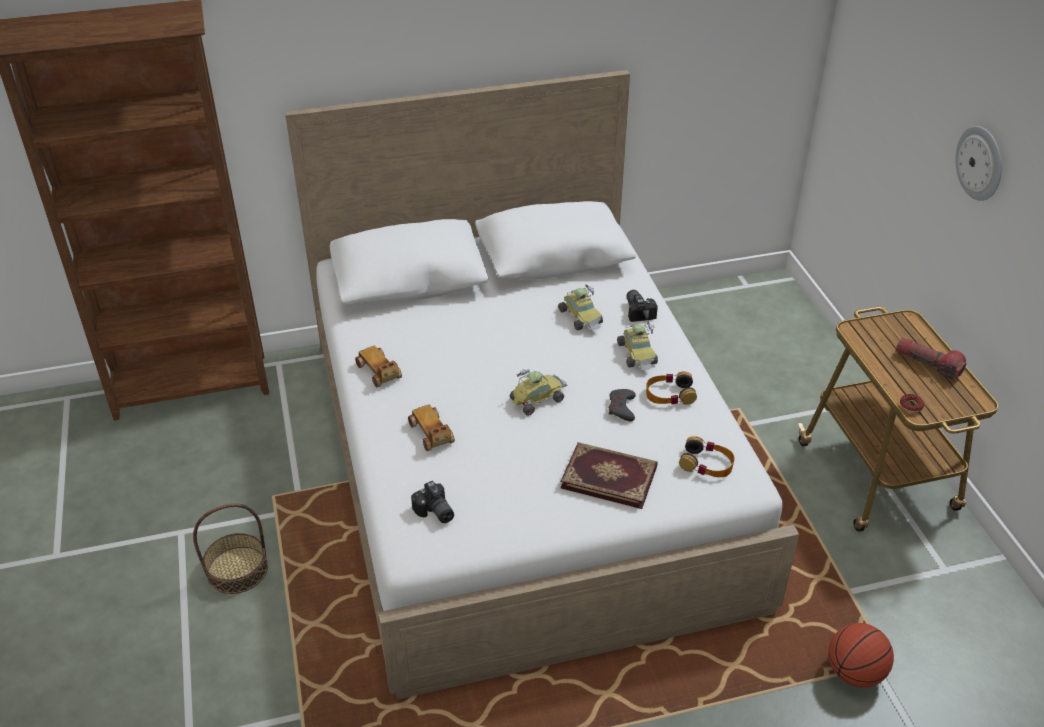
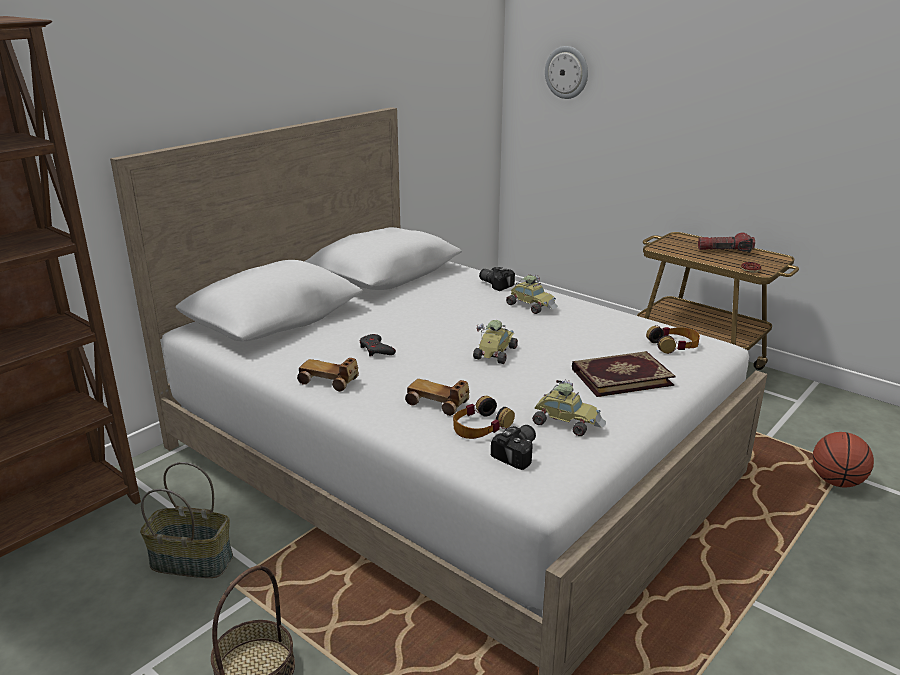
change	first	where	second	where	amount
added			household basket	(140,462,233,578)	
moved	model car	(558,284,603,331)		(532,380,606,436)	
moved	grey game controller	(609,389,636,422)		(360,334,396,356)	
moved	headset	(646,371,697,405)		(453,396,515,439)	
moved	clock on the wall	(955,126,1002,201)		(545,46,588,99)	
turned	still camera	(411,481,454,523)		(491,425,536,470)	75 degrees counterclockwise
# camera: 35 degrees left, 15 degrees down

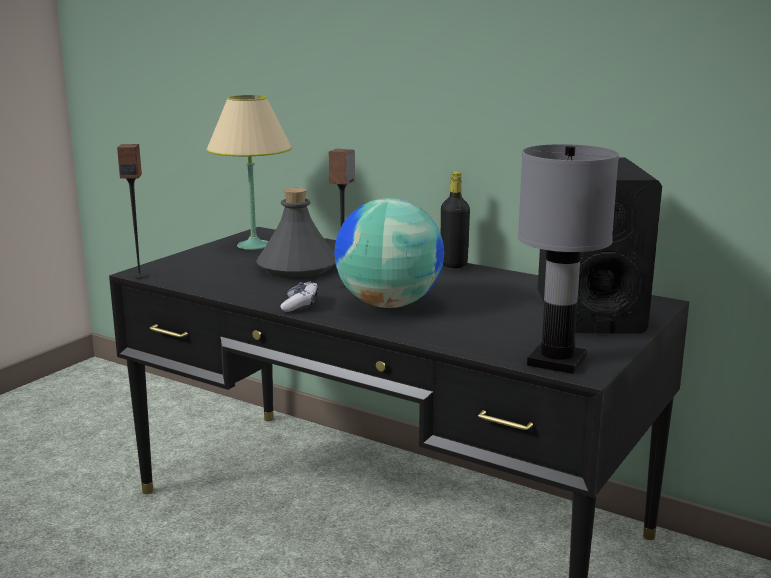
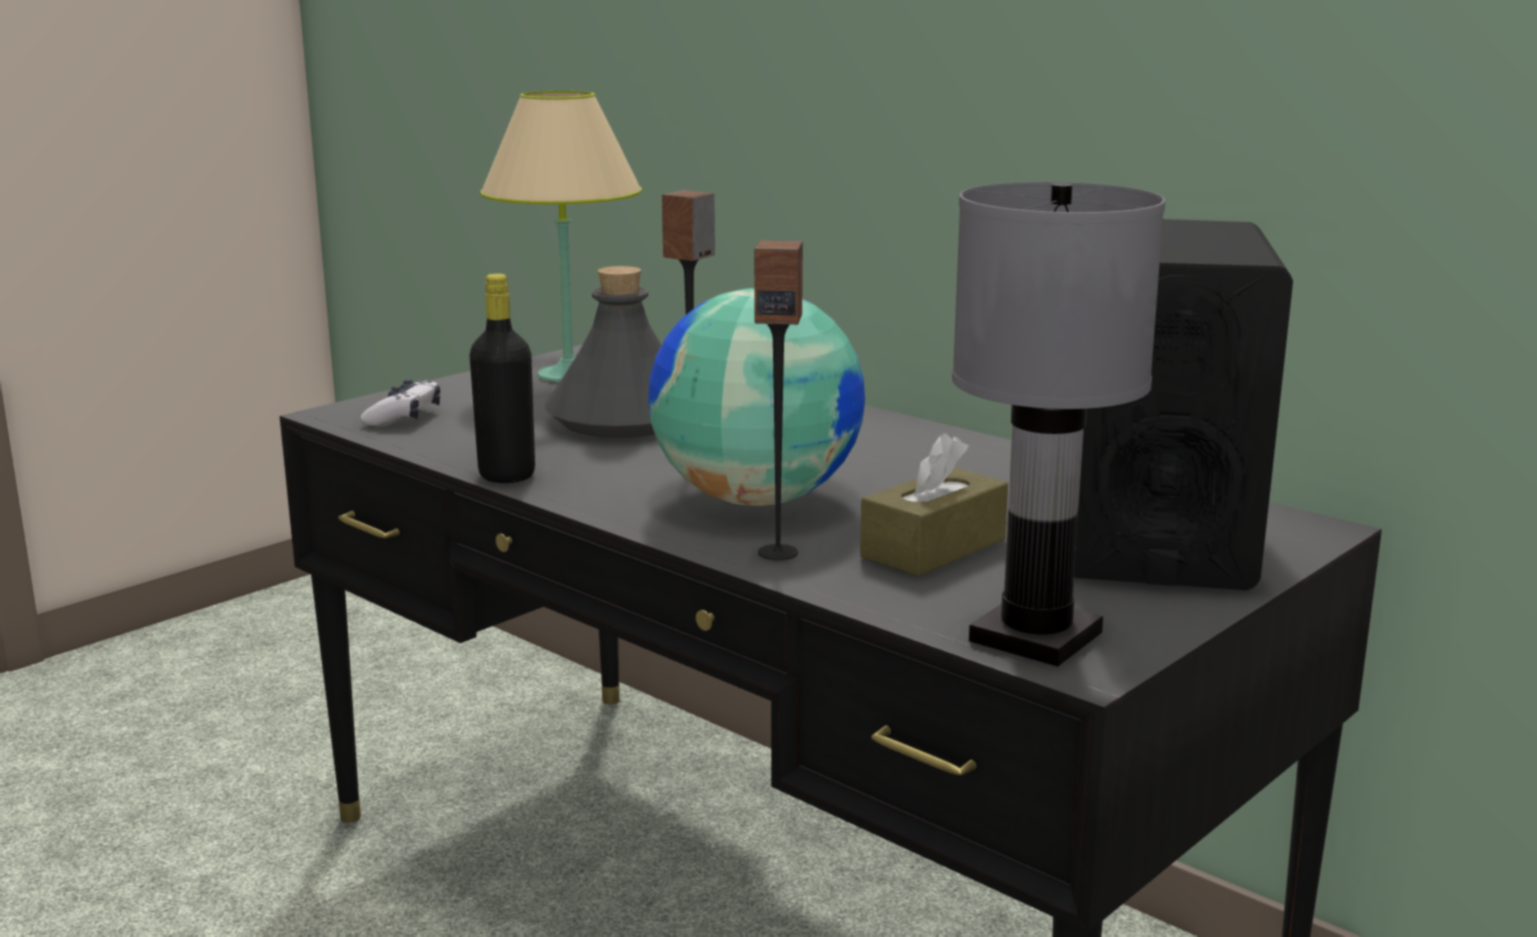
change	first	where	second	where	amount
added			brown-coloured box of tissues	(860,433,1008,576)	
moved	speaker	(117,144,148,278)		(754,240,803,560)	
moved	game controller	(280,281,318,312)		(361,379,440,426)	
moved	black bottle	(441,171,470,268)		(470,273,535,483)	
# camera: 10 degrees right, 0 degrees up

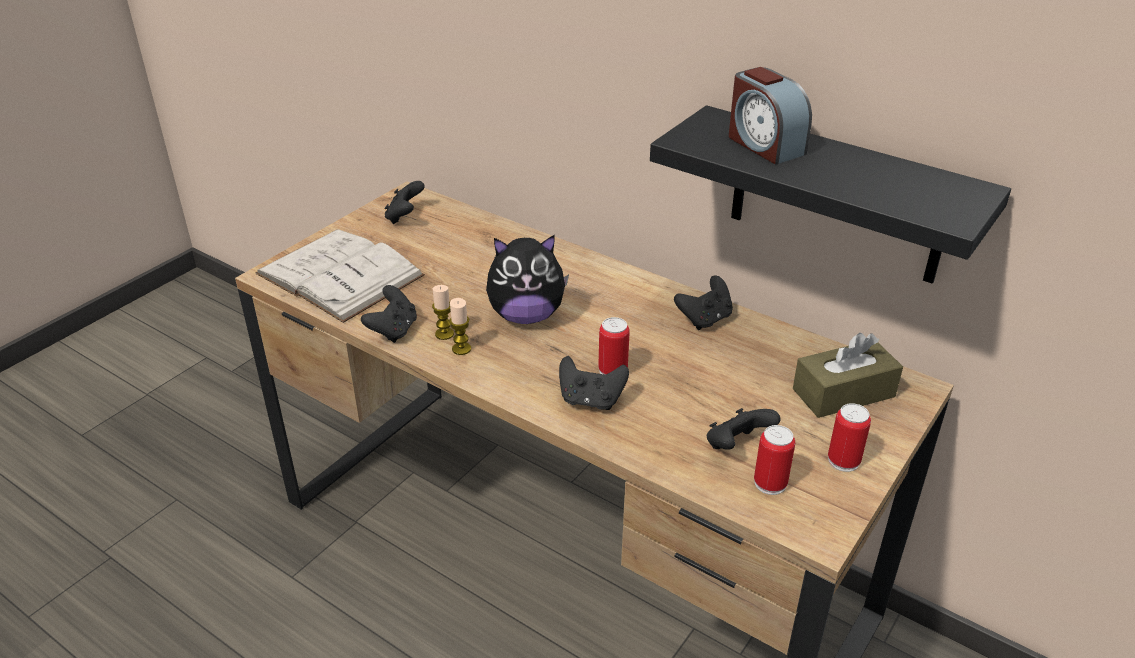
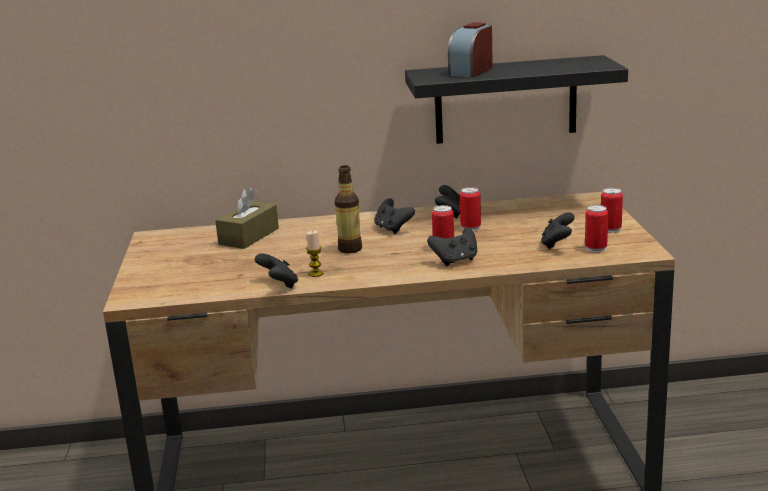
change	first	where	second	where	amount
removed	white book	(255,229,425,323)			
removed	wax light	(449,298,471,355)			
added			metal can	(460,187,481,231)	
moved	black game controller	(385,181,425,224)		(374,198,415,234)	
moved	brown-coloured box of tissues	(793,333,903,418)		(215,187,279,249)	
replaced	soft toy	(486,235,569,324)	bottle	(335,165,362,254)	
turned	bedside clock	(729,67,812,165)		(447,22,493,77)	105 degrees clockwise
# camera: 40 degrees left, 15 degrees down

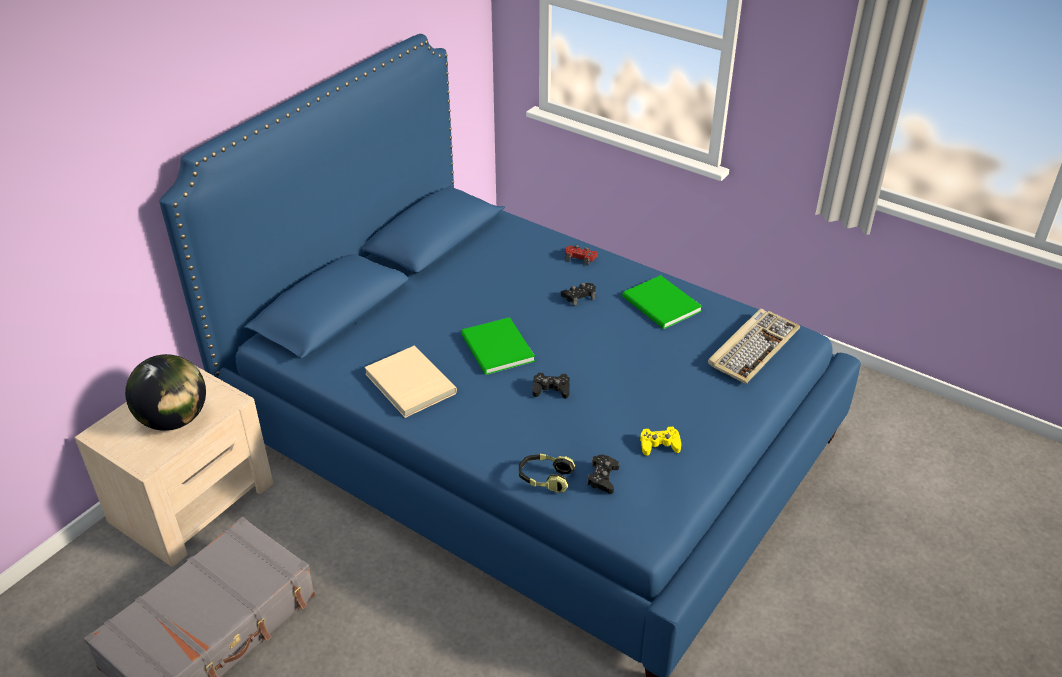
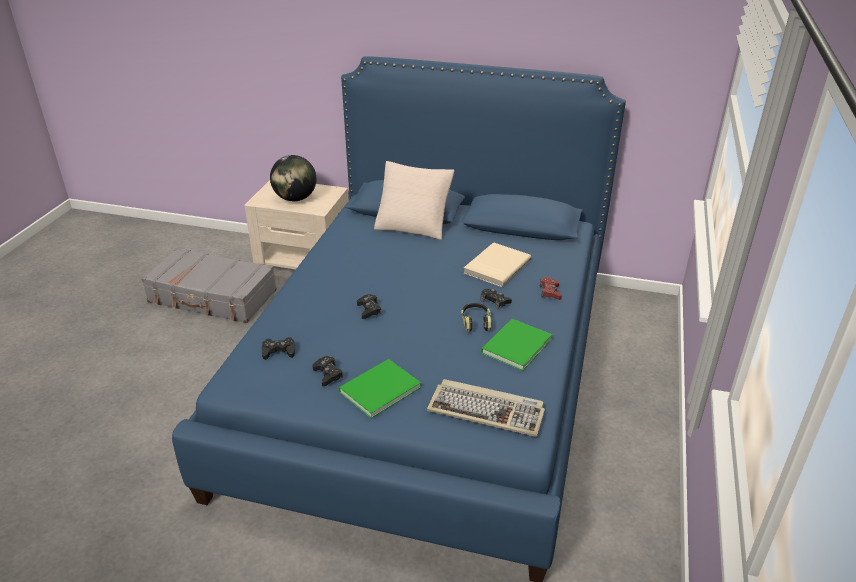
change	first	where	second	where	amount
added			beige throw pillow	(374,161,454,240)	
moved	beige book	(365,346,457,418)		(464,242,531,287)	
moved	green book	(461,317,535,375)		(338,359,421,418)	
moved	headset	(519,454,575,493)		(461,303,491,332)	
recoloured	yellow-coloured game controller	(640,426,681,456)	black game controller	(313,356,343,386)	
# camera: 70 degrees right, 5 degrees down

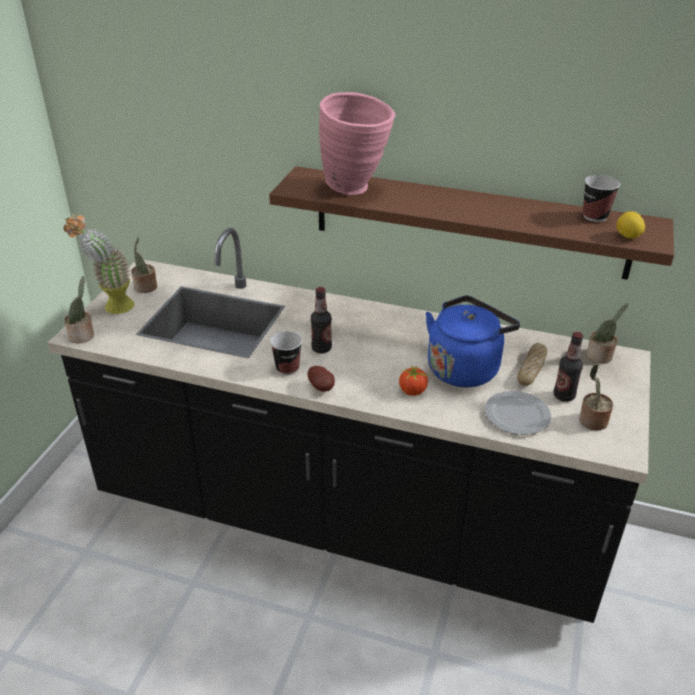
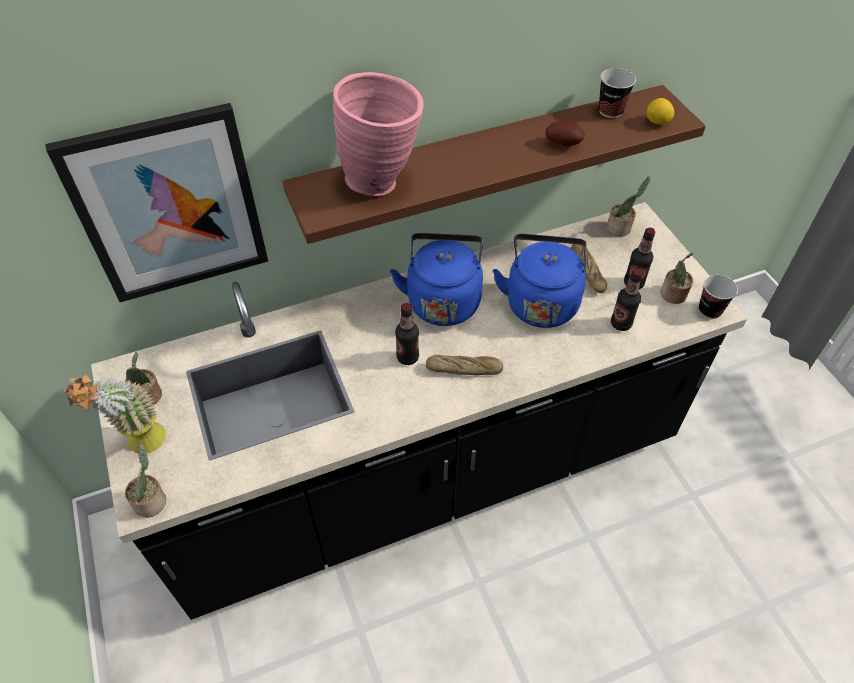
change	first	where	second	where	amount
removed	whole tomato	(399,366,429,396)			
added			wall picture	(45,103,268,302)	
added			blue-coloured water kettle	(390,233,483,326)	
added			bakery bread	(426,355,503,375)	
moved	cup	(270,331,302,375)		(699,275,738,319)	
moved	whole potato	(307,366,335,392)		(545,121,585,146)	
replaced	dinner plate	(485,391,551,435)	bottle	(611,269,643,331)	
# camera: 40 degrees left, 15 degrees up

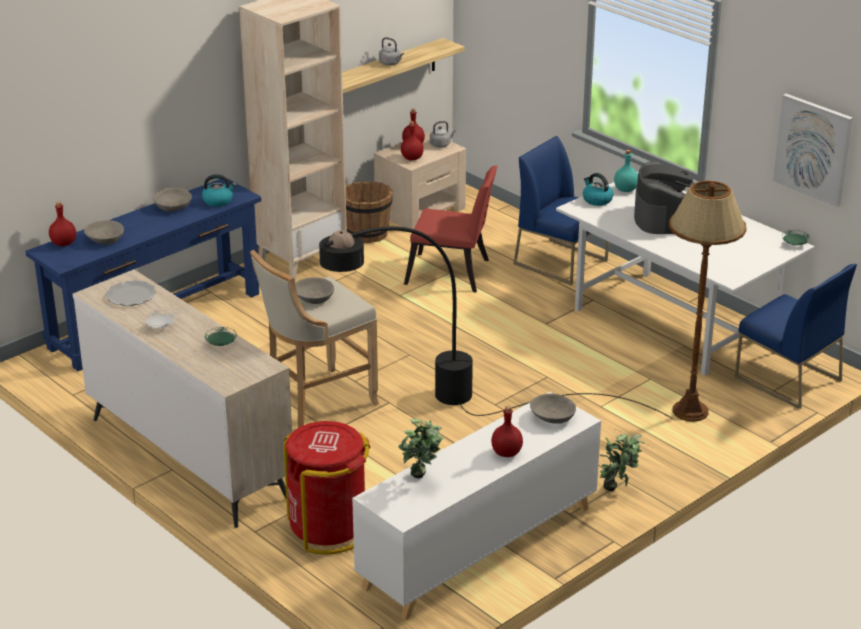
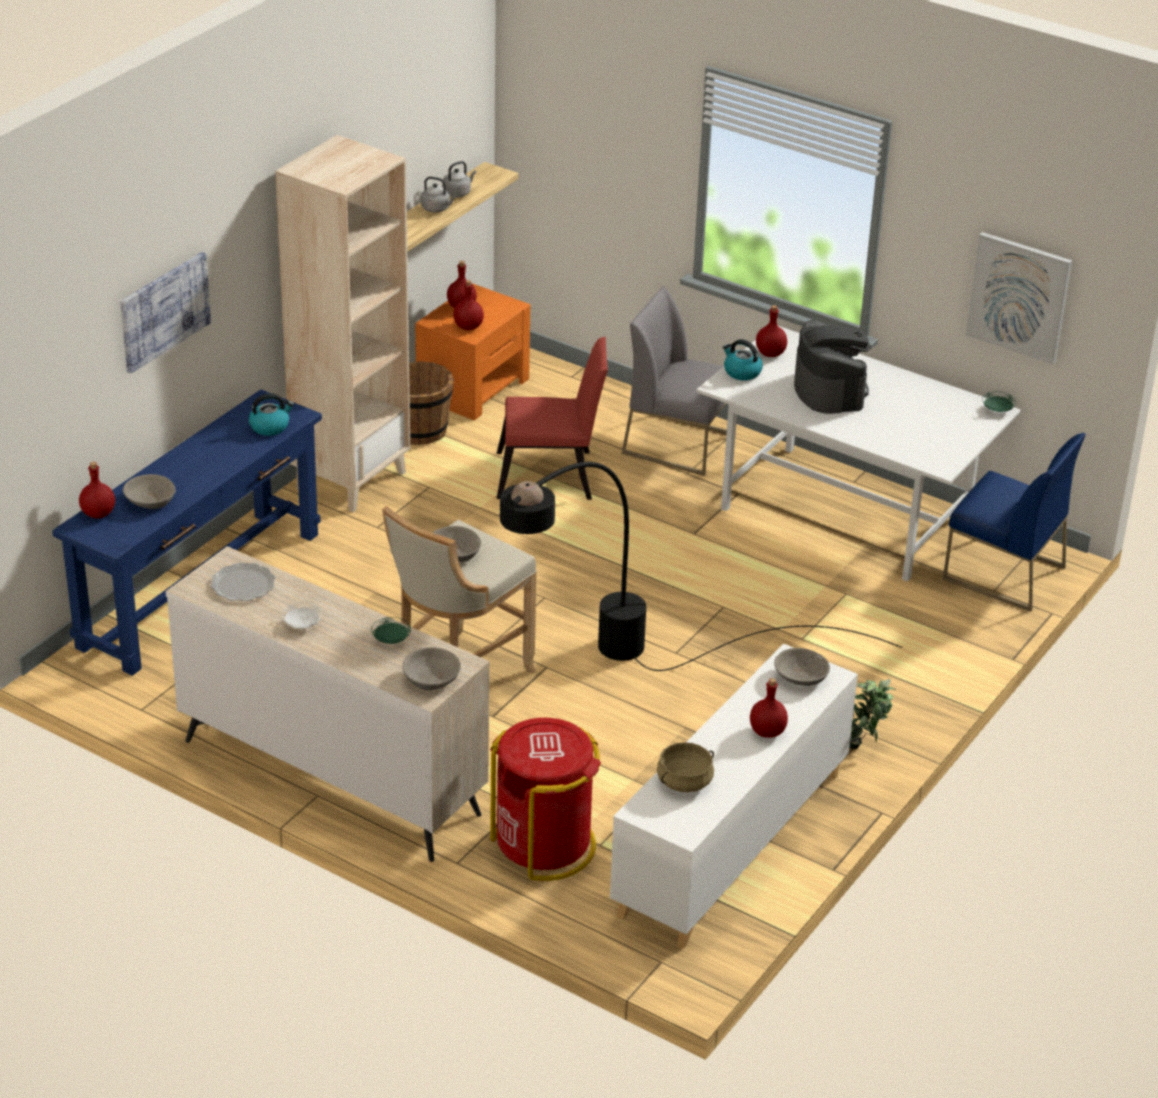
change	first	where	second	where	amount
removed	brown-coloured floor lamp	(669,181,746,422)			
added			wall picture	(120,252,211,373)	
moved	grey bowl	(153,188,192,212)		(403,647,461,690)	
moved	grey water kettle	(430,121,456,147)		(442,161,476,197)	
replaced	potted plant	(398,419,444,479)	beige cooking pot	(657,742,714,792)	
recoloured	beige bedside table	(374,132,466,229)	orange-coloured bedside table	(415,284,530,420)	
recoloured	blue-coloured upright chair	(513,136,609,285)	grey upright chair	(622,286,727,476)	
recoloured	blue-green bottle	(614,150,638,192)	red-coloured bottle	(756,305,787,357)	
# camera: 15 degrees left, 5 degrees up

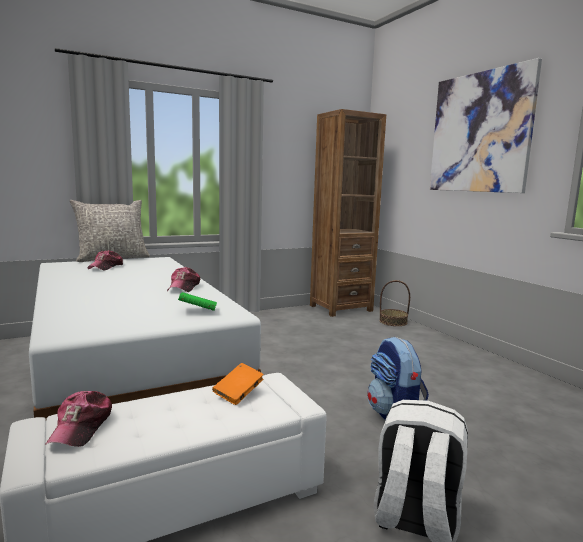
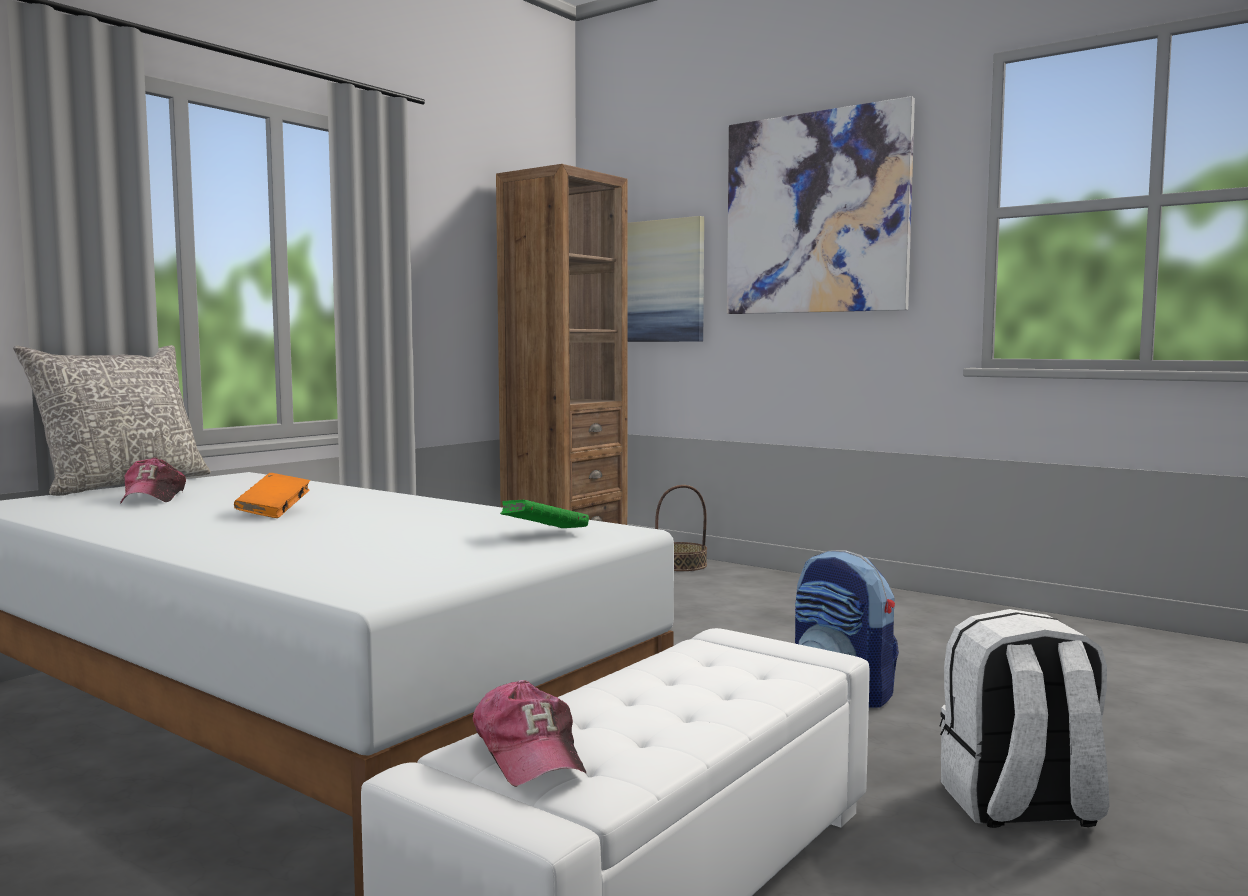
change	first	where	second	where	amount
removed	peaked cap	(167,267,200,292)			
added			wall picture	(627,216,704,342)	
moved	orange-coloured book	(212,363,264,405)		(234,473,310,518)	
# camera: 25 degrees left, 5 degrees down

